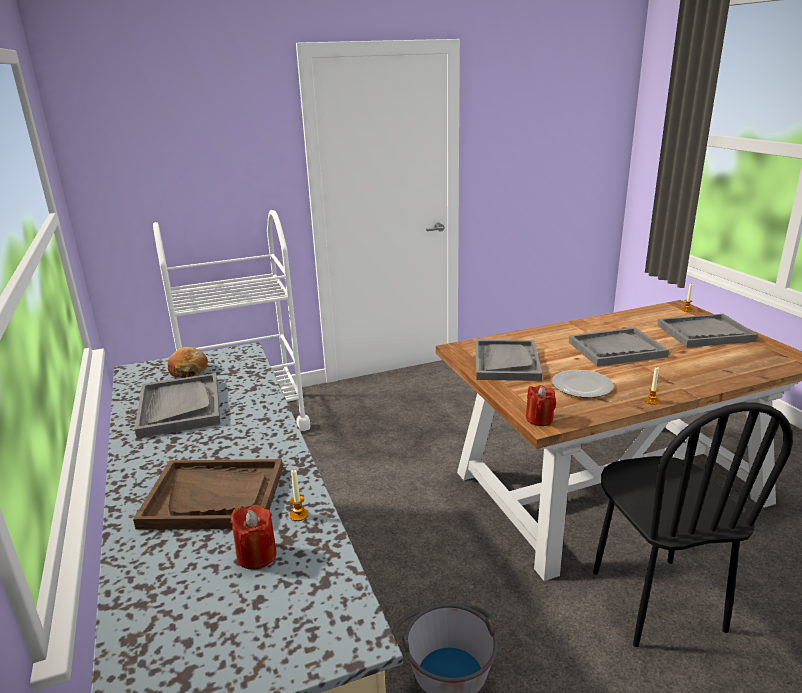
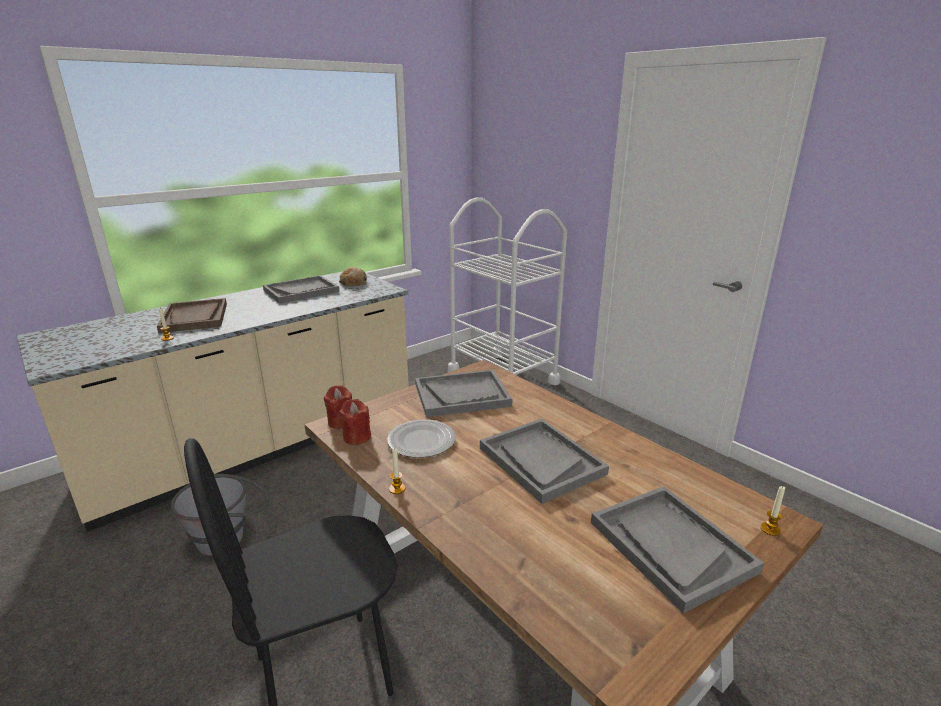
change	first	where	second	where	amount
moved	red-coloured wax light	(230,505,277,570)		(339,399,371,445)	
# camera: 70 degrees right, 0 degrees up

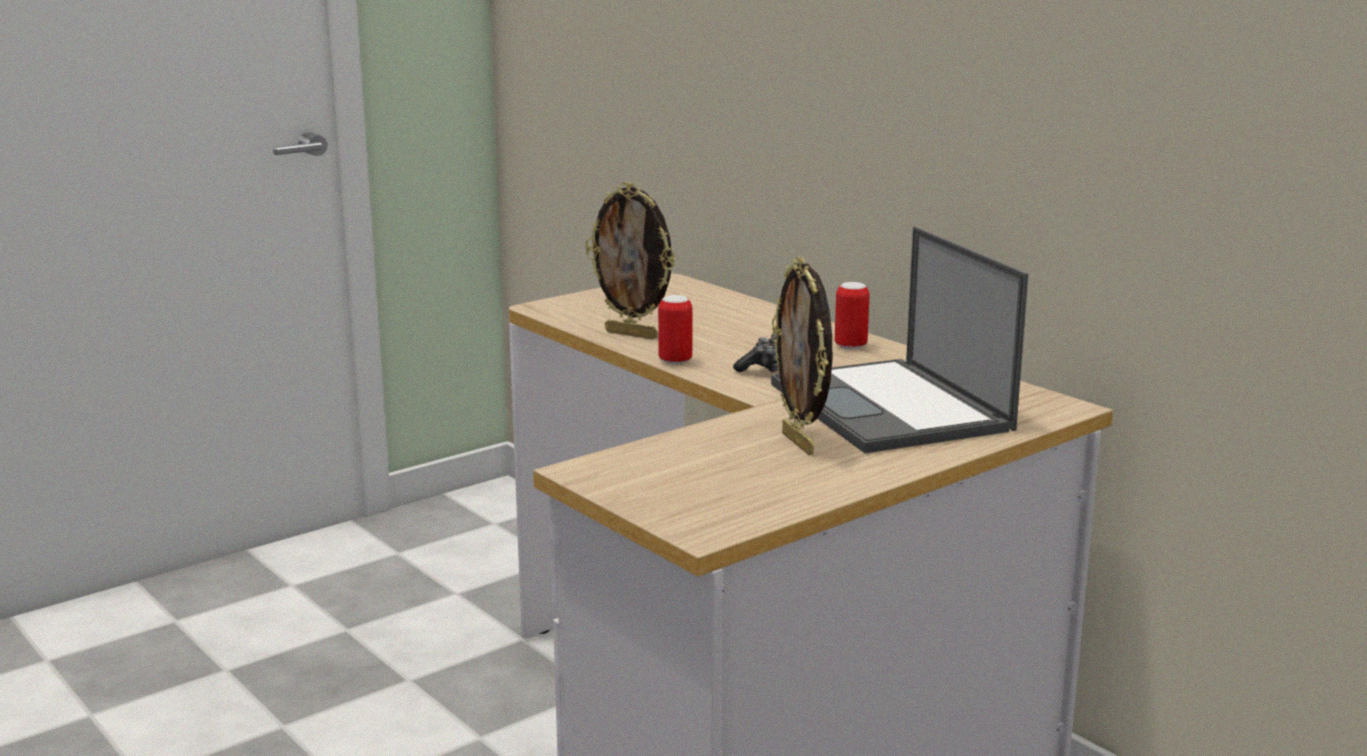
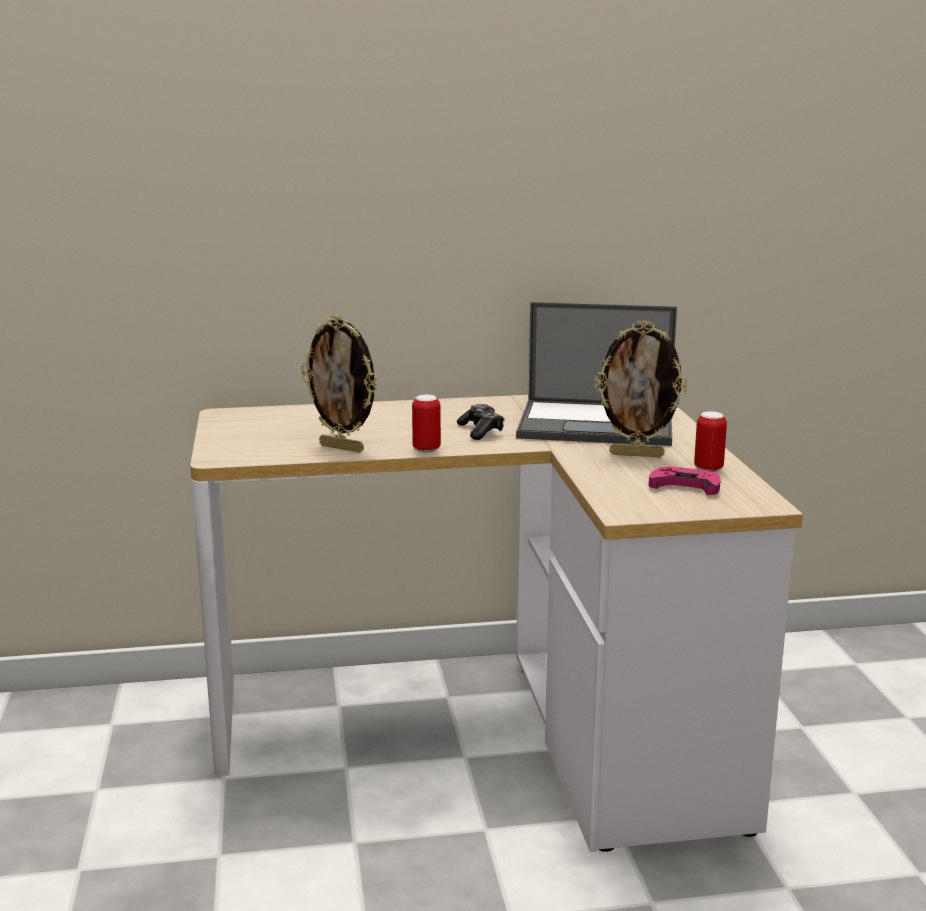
change	first	where	second	where	amount
added			pink game controller	(649,466,721,495)	
moved	metal can	(835,282,870,349)		(694,411,727,472)	
turned	picture frame	(585,182,676,339)		(301,315,378,453)	60 degrees clockwise
# camera: 60 degrees left, 0 degrees up

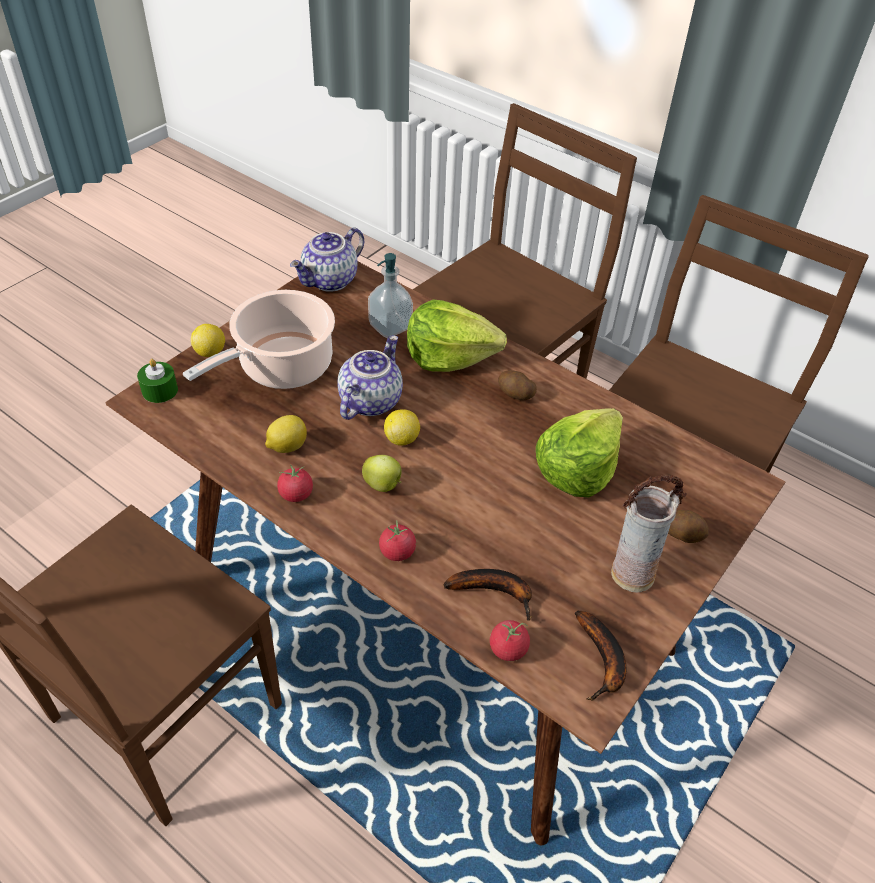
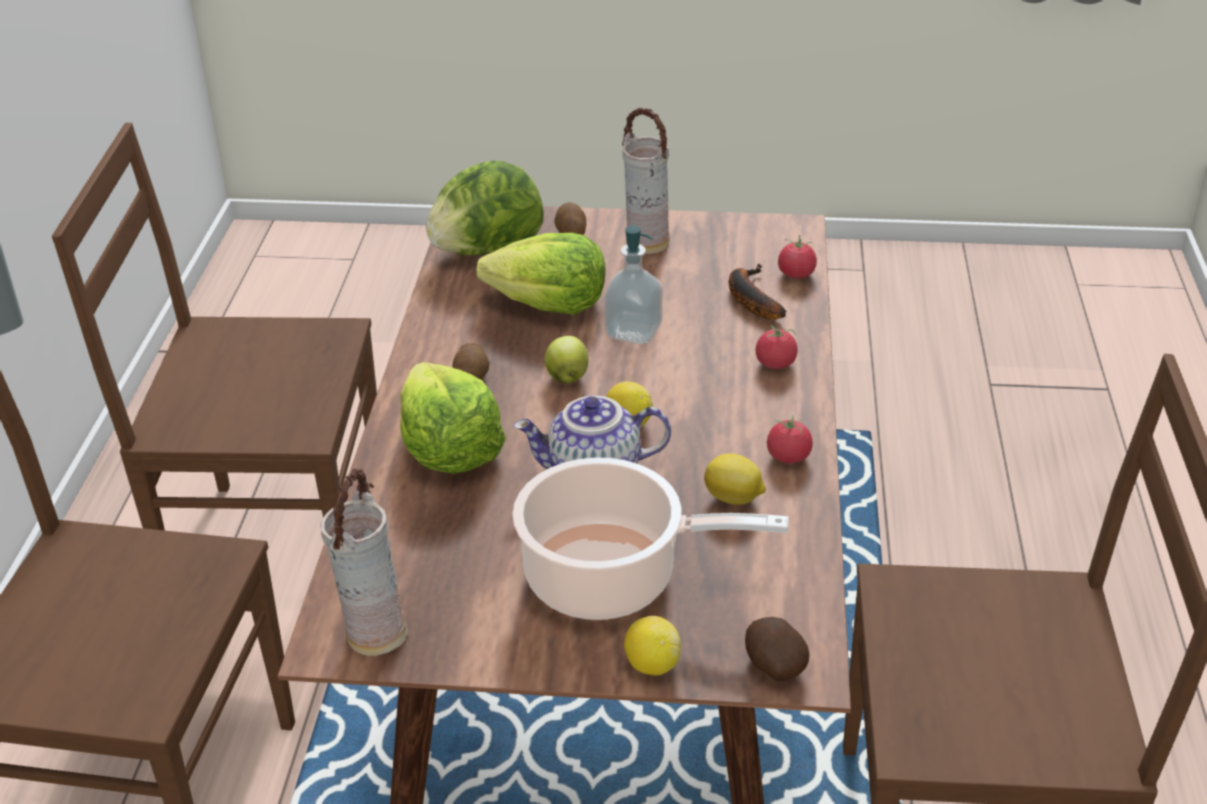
change	first	where	second	where	amount
removed	whole banana	(575,611,627,701)			
added			head of lettuce	(426,161,544,256)	
moved	apple	(362,455,402,492)		(544,336,589,384)	
moved	soap dispenser	(368,253,413,338)		(604,226,662,344)	
replaced	green wax light	(137,359,178,403)	whole potato	(745,617,809,681)	
replaced	tea pot	(290,227,364,292)	decorative vase	(320,469,408,656)	
# camera: 120 degrees left, 10 degrees down

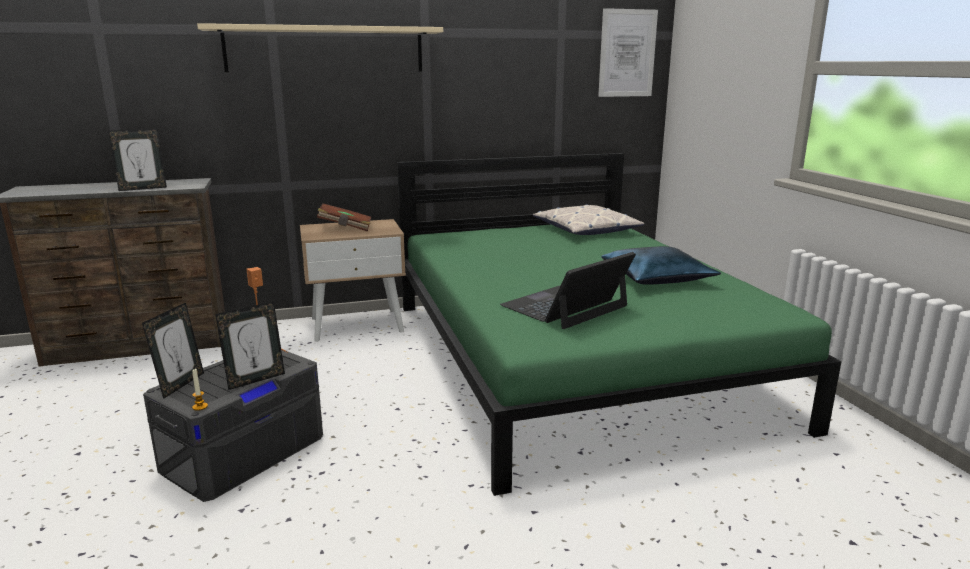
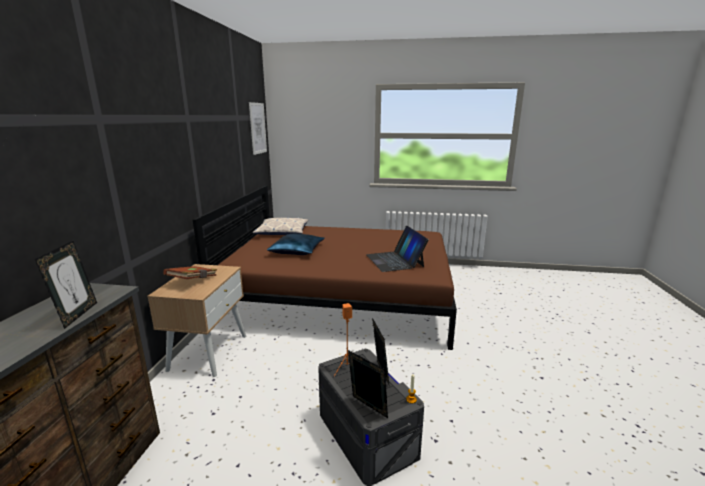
change	first	where	second	where	amount
removed	beige bracket shelf	(197,23,443,72)			
moved	blue-coloured throw pillow	(601,246,721,285)		(267,233,325,255)	
recoloured	green bedroom bed	(397,153,842,496)	brown-coloured bedroom bed	(193,186,457,350)	
# camera: 65 degrees left, 0 degrees up

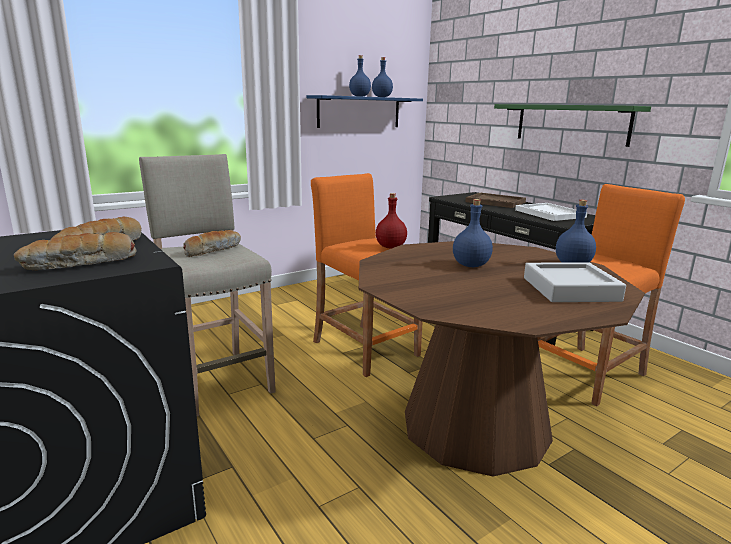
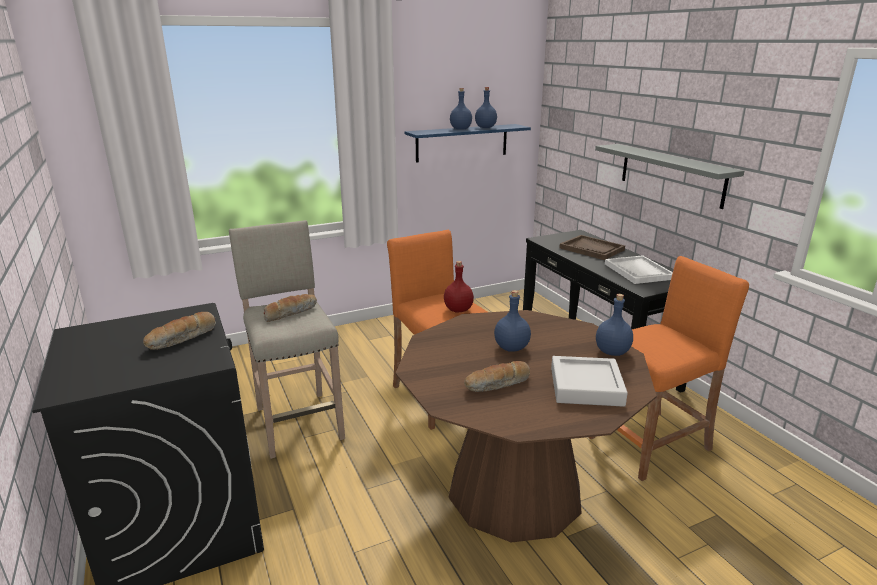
change	first	where	second	where	amount
moved	bakery bread	(14,232,137,271)		(464,361,530,392)	
recoloured	green bracket shelf	(494,104,651,147)	grey bracket shelf	(595,144,744,209)	
# camera: 10 degrees right, 5 degrees up

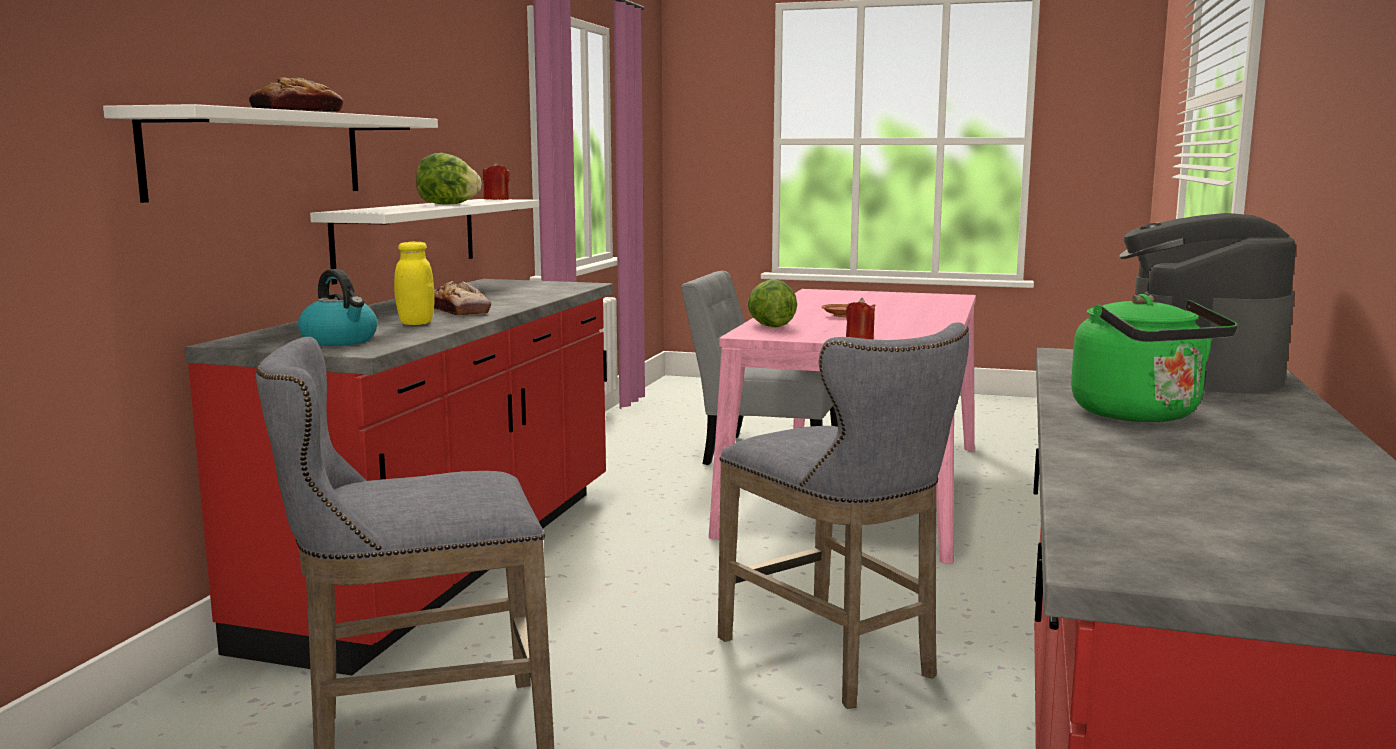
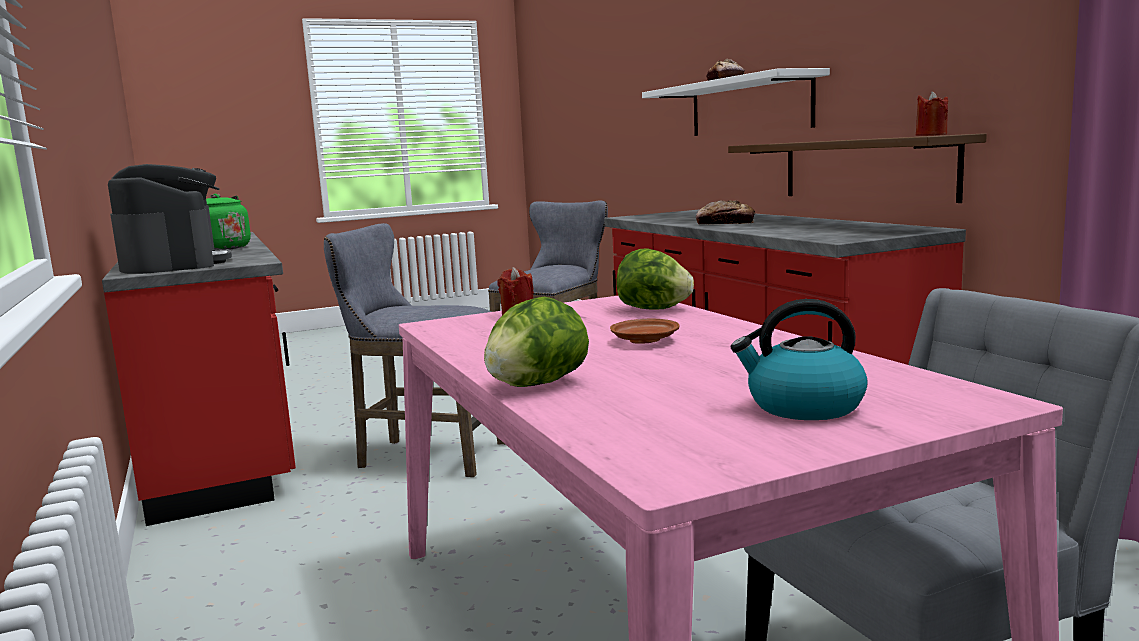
change	first	where	second	where	amount
removed	yellow-coloured storage jar	(394,242,435,325)			
moved	water kettle	(298,269,377,346)		(731,299,868,420)	
moved	head of lettuce	(416,153,482,205)		(484,297,589,387)	
recoloured	white bracket shelf	(310,199,539,284)	brown-coloured bracket shelf	(728,133,987,203)	
# camera: 140 degrees right, 0 degrees up

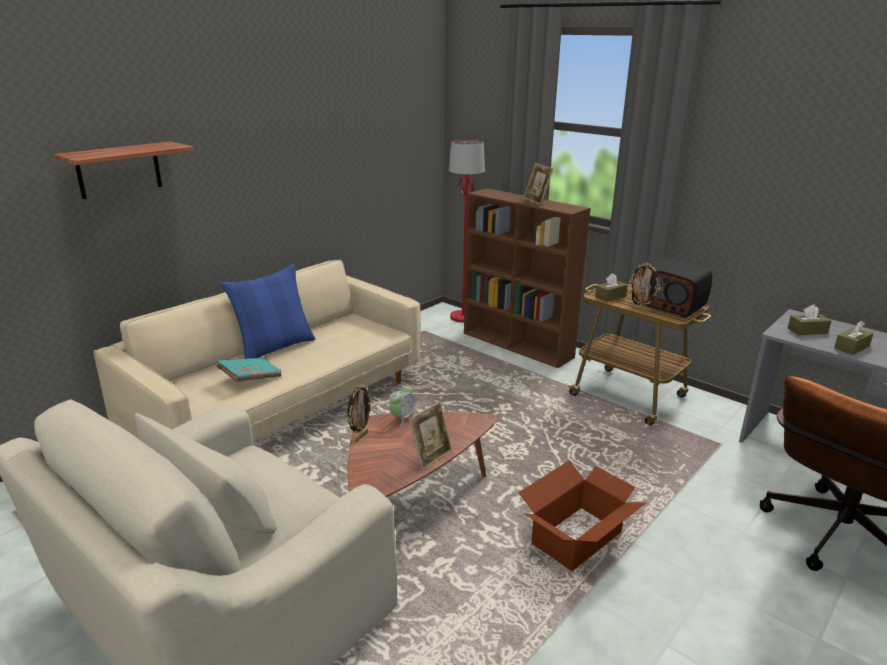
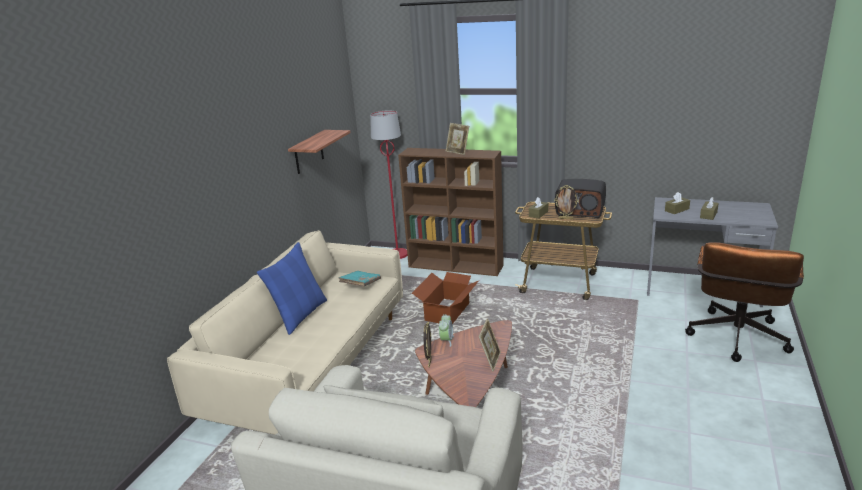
change	first	where	second	where	amount
moved	bracket shelf	(54,141,194,199)		(288,130,351,174)	
moved	blue-green book	(216,358,281,381)		(338,271,381,287)	
moved	cardboard box	(518,460,646,571)		(412,272,479,324)	
# camera: 20 degrees left, 0 degrees up

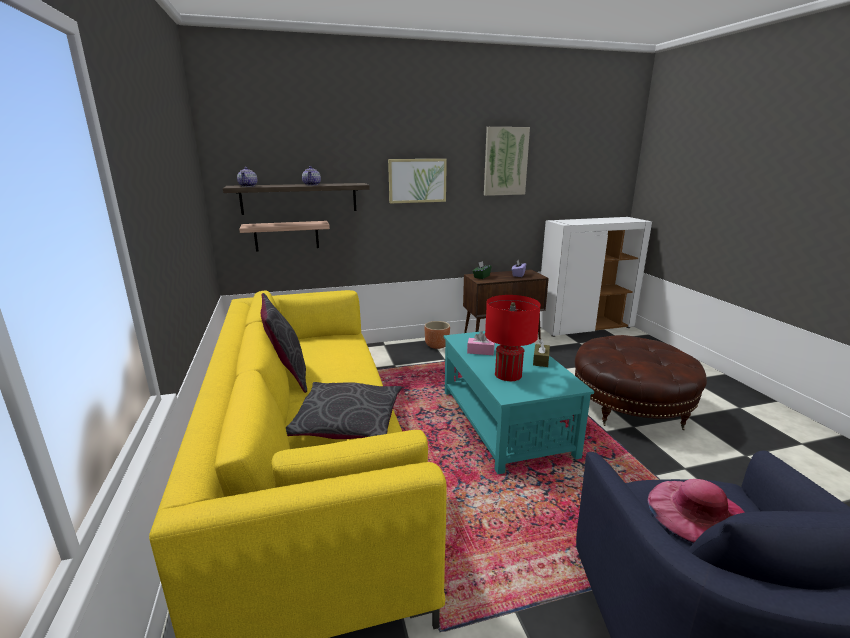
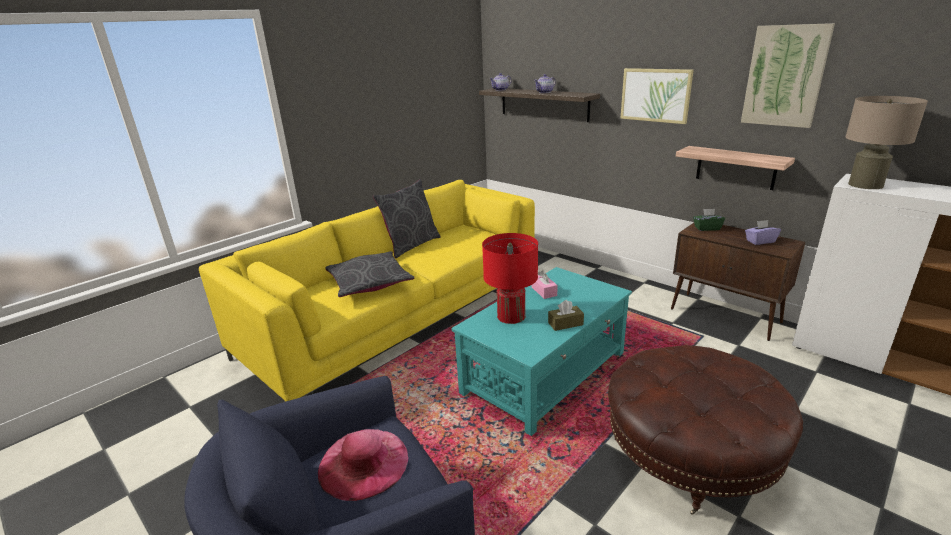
change	first	where	second	where	amount
removed	brown-coloured planter	(425,321,450,349)			
added			beige tabletop lamp	(845,96,928,189)	
moved	bracket shelf	(239,221,330,251)		(676,146,795,190)	
# camera: 60 degrees right, 5 degrees up

